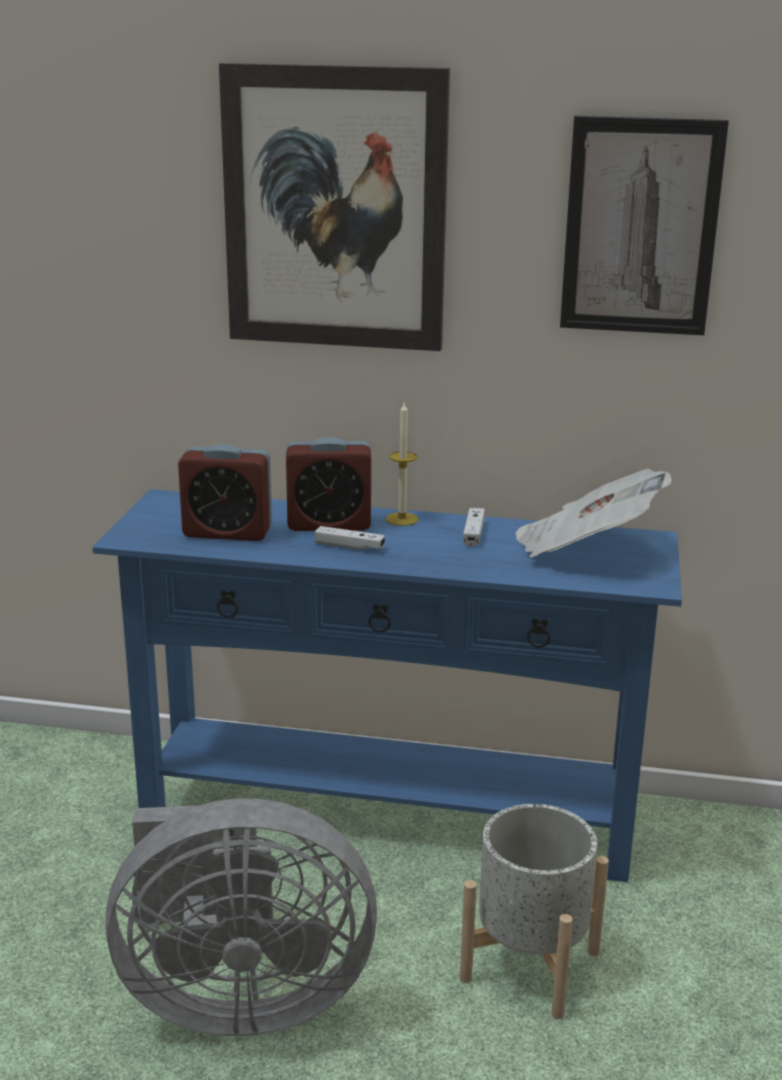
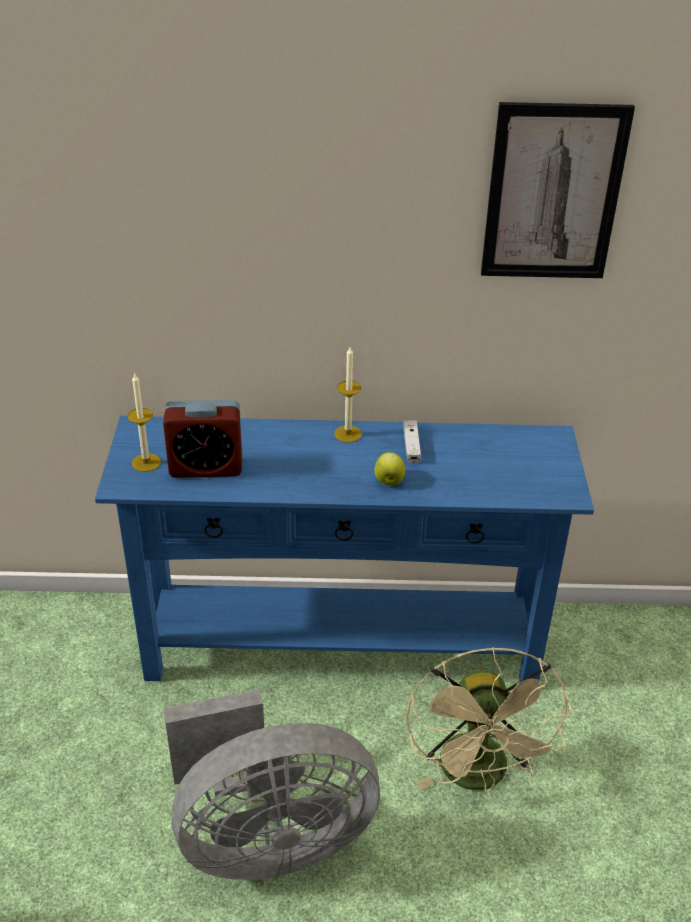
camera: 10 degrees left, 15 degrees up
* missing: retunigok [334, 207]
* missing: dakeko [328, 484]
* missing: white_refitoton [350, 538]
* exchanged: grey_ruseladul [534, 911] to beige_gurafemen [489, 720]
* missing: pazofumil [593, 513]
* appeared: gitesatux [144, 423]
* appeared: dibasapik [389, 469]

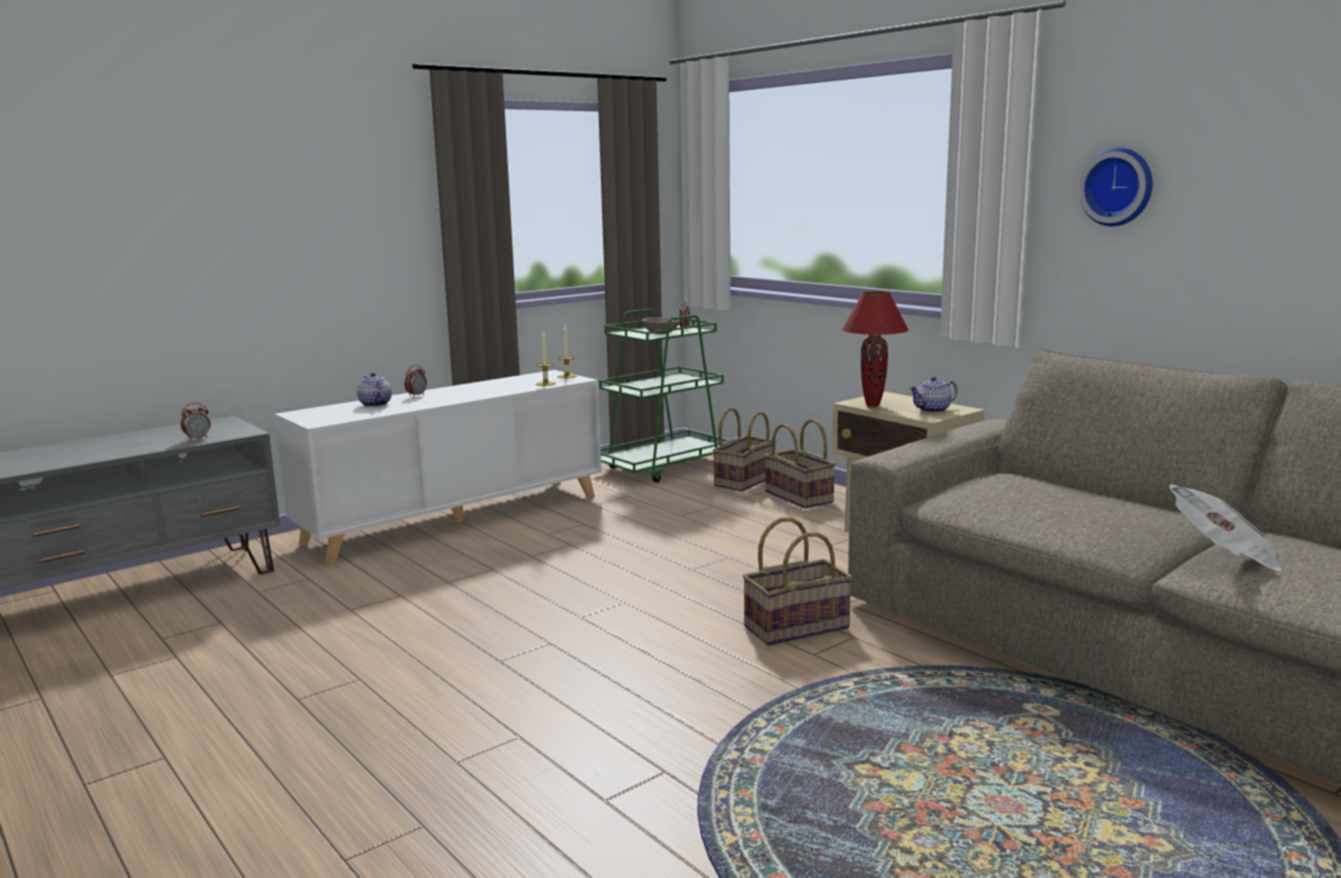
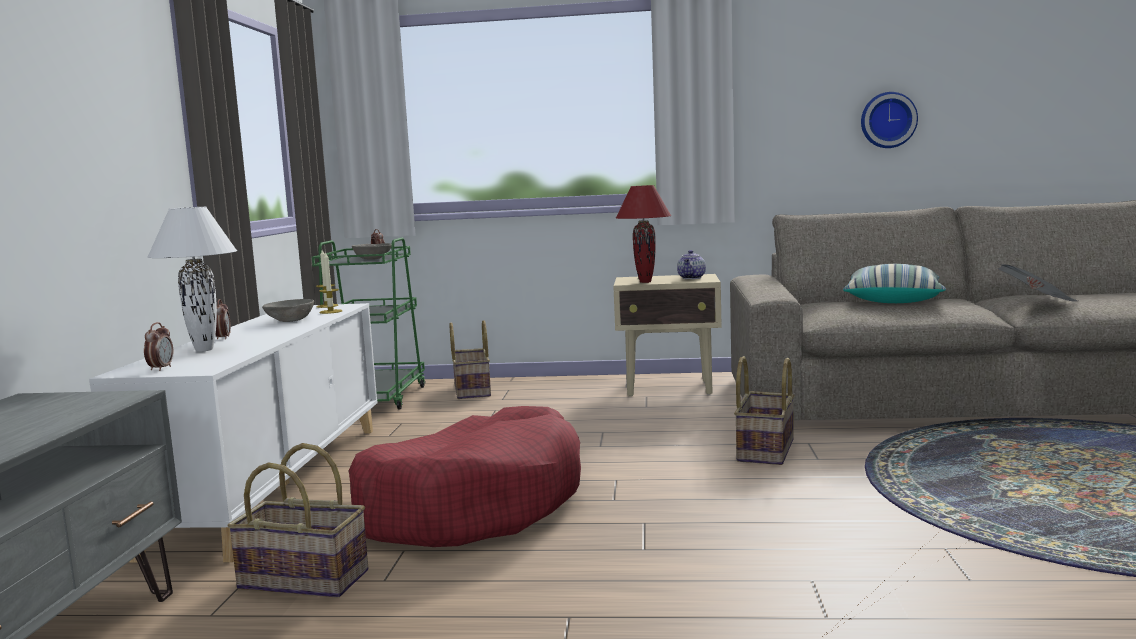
camera: 45 degrees left, 5 degrees down
* relocated: dakeko [196, 422] to [158, 346]
* exchanged: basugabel [374, 390] to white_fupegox [192, 279]
* relocated: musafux [800, 464] to [297, 520]
* relocated: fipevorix [1116, 187] to [889, 120]
* appeared: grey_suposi [288, 310]
* appeared: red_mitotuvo [465, 476]
* appeared: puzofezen [894, 283]

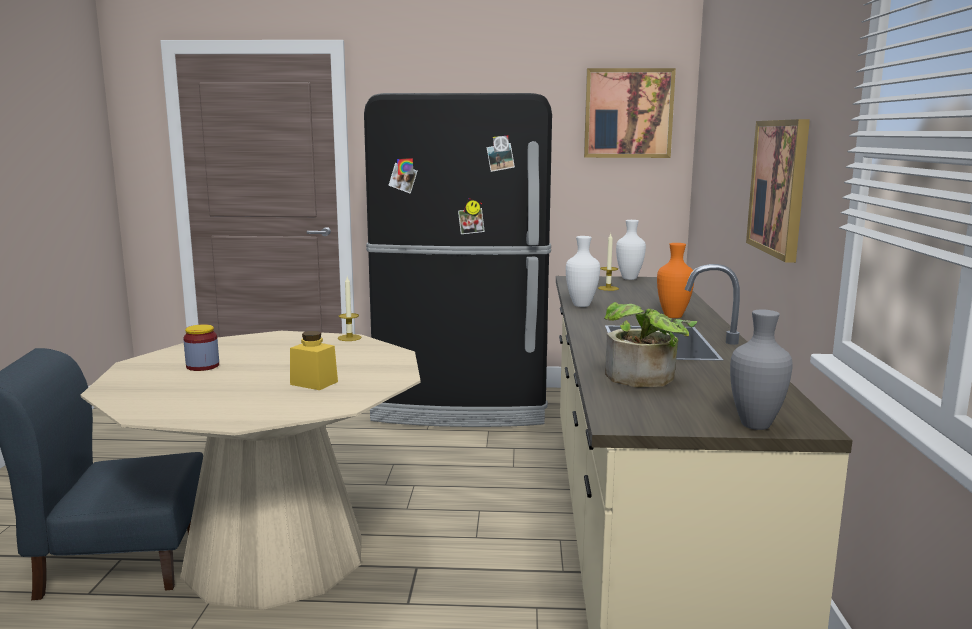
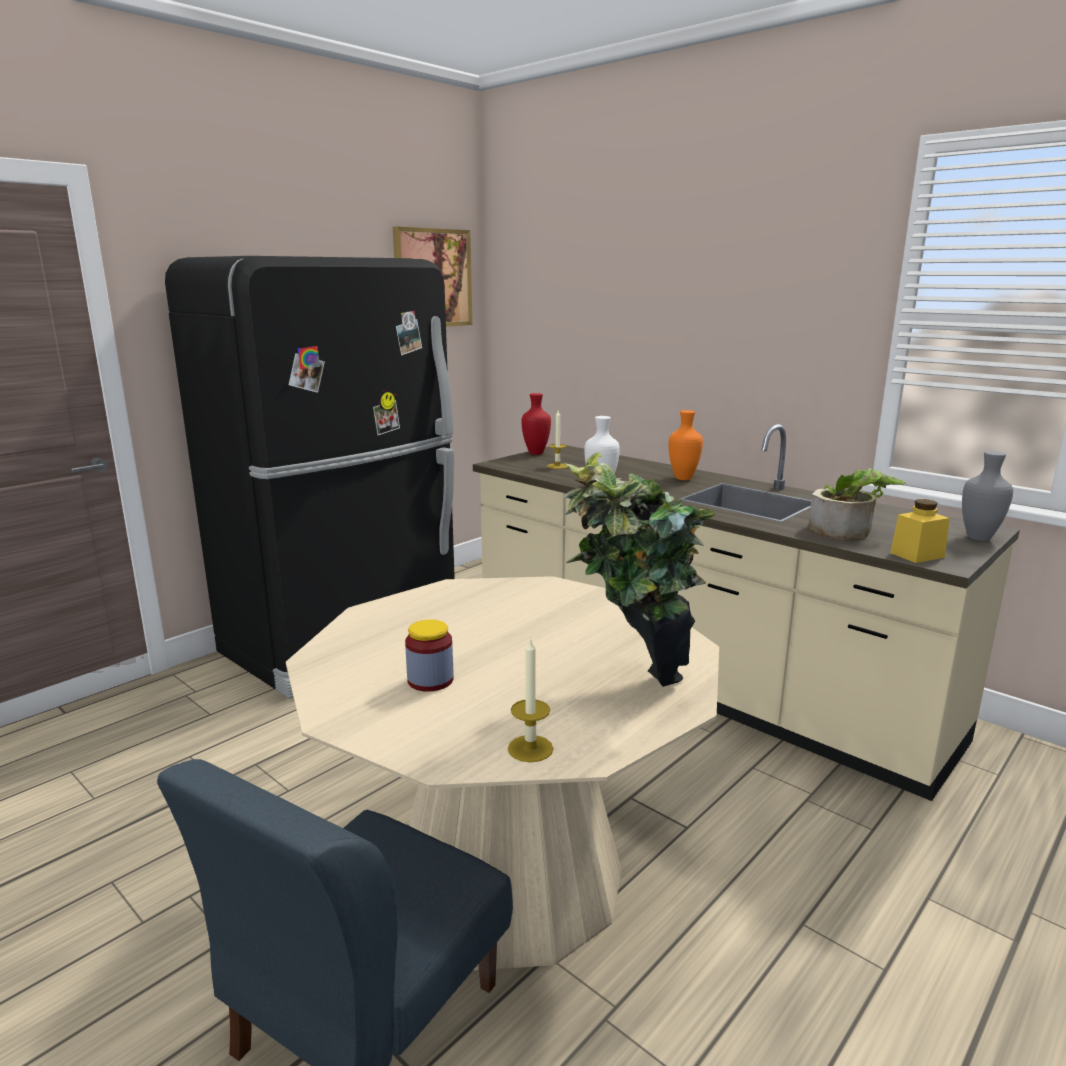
camera: 50 degrees left, 5 degrees up
* relocated: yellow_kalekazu [314, 360] to [920, 531]
* relocated: gitesatux [349, 309] to [530, 699]
* colour: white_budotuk [631, 250] to red_budotuk [536, 424]
* missing: retunigok [778, 191]
* appeared: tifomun [639, 569]

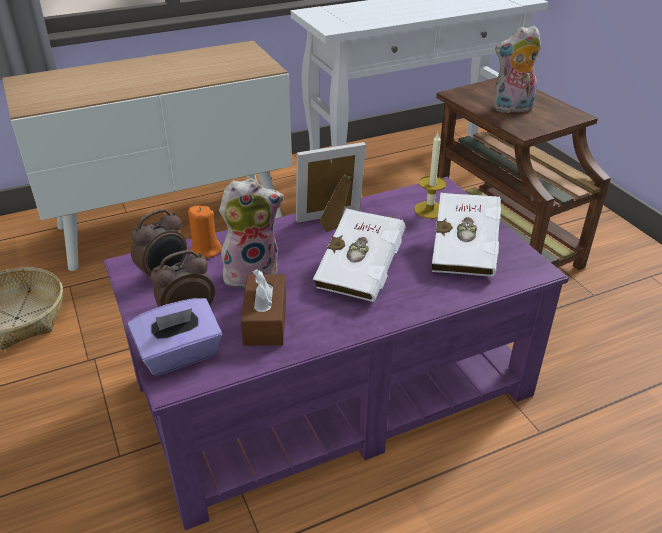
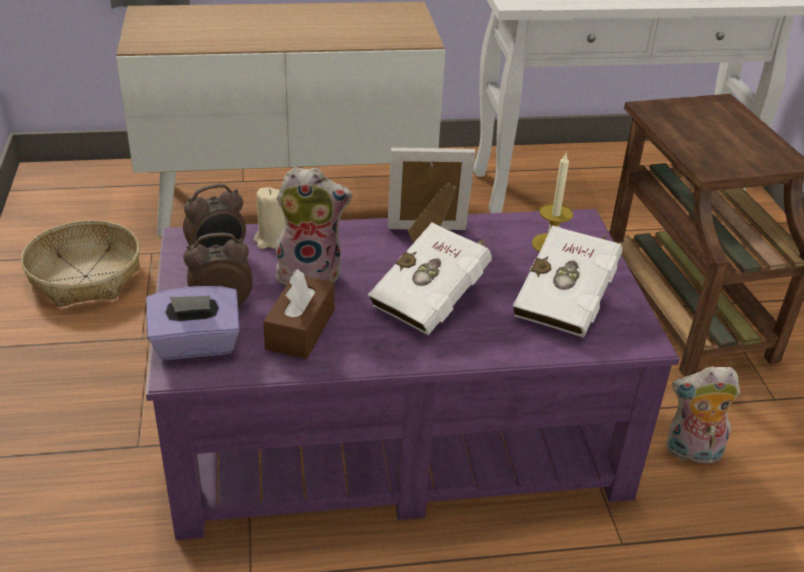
camera: 15 degrees right, 0 degrees up
* colour: orange_gitesatux [205, 232] to beige_gitesatux [269, 218]
* relocated: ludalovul [517, 69] to [703, 417]

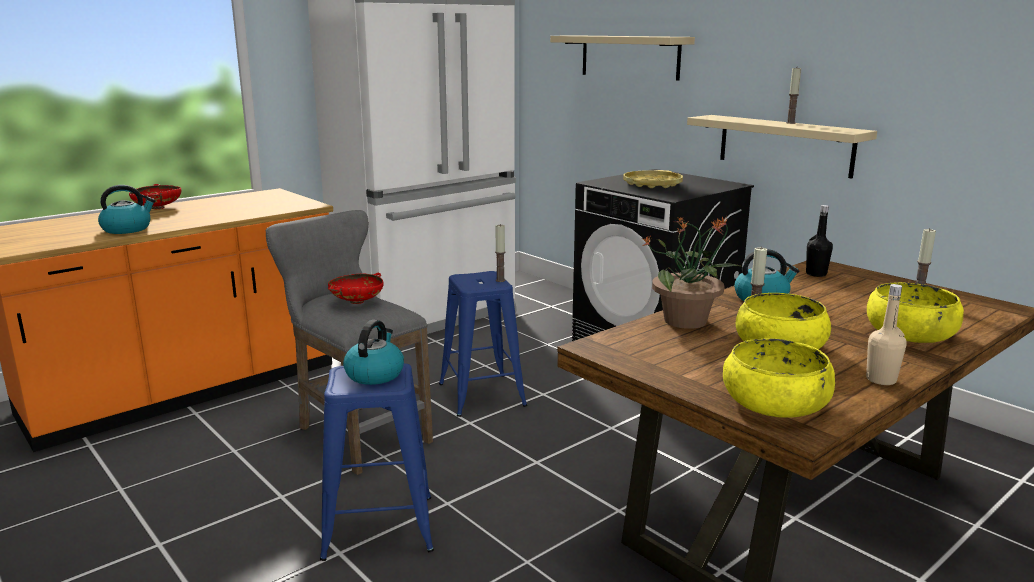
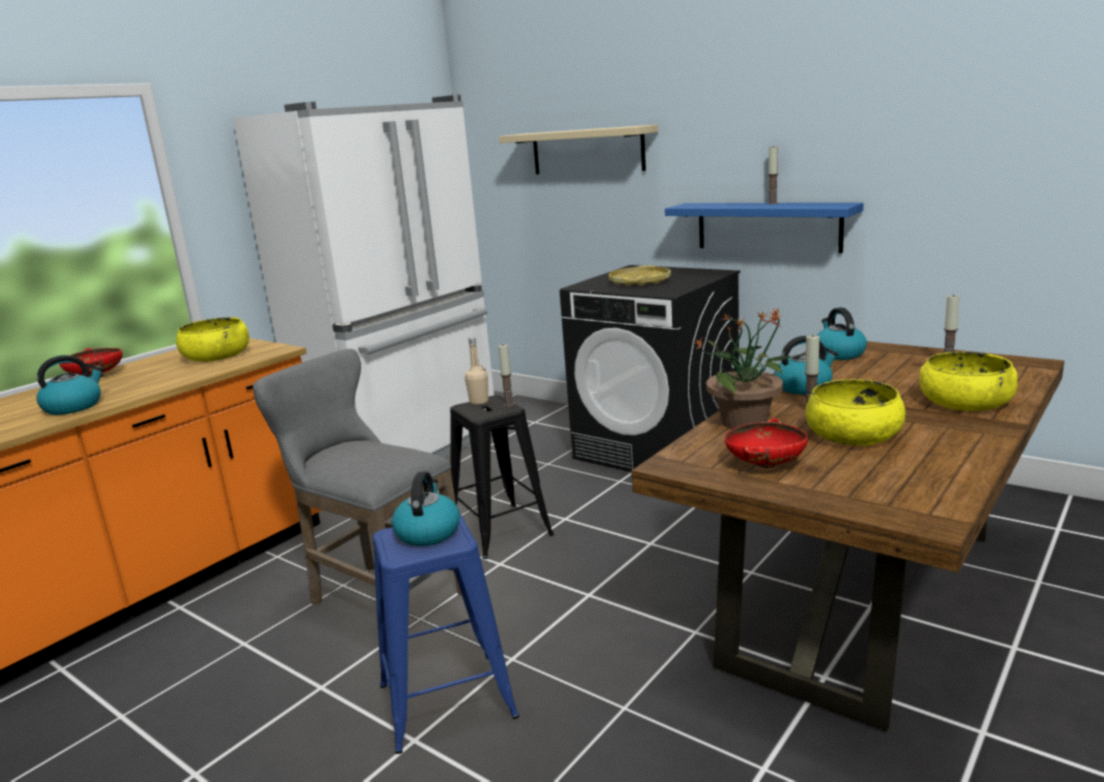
camera: 10 degrees left, 0 degrees up
* relocated: red_suposi [356, 288] to [766, 443]
* colour: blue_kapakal [483, 344] to black_kapakal [502, 477]
* colour: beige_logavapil [782, 146] to blue_logavapil [764, 228]
* relocated: yellow_suposi [779, 378] to [212, 339]
* exchanged: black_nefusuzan [819, 241] to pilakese [842, 333]
* relocated: beige_nefusuzan [886, 334] to [476, 371]

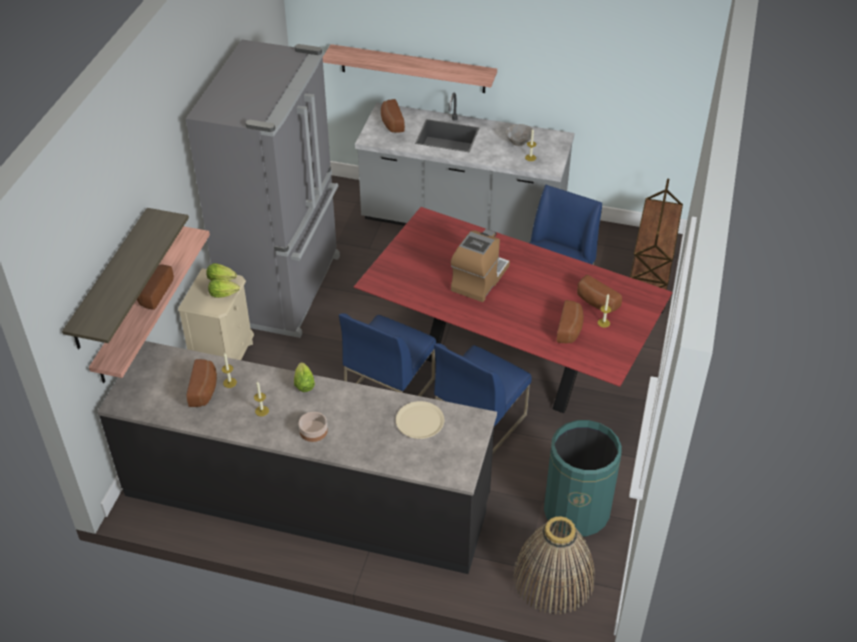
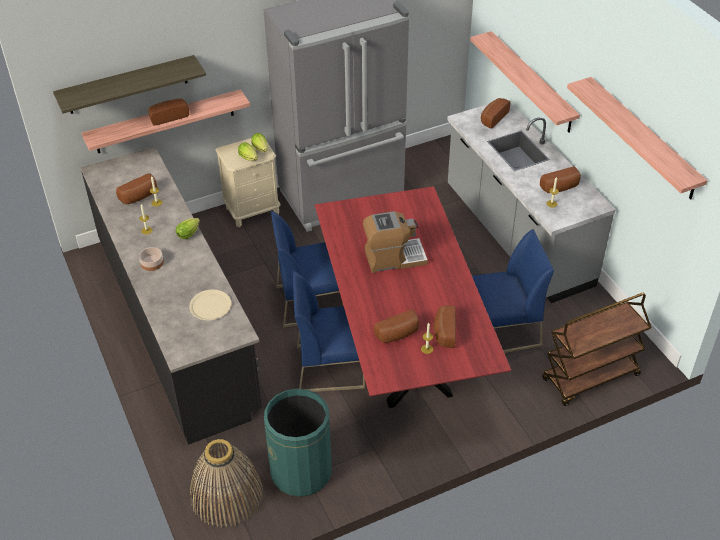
camera: 50 degrees right, 0 degrees up
* exchanged: grey_suposi [518, 135] to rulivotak [560, 180]
* appeared: logavapil [637, 138]

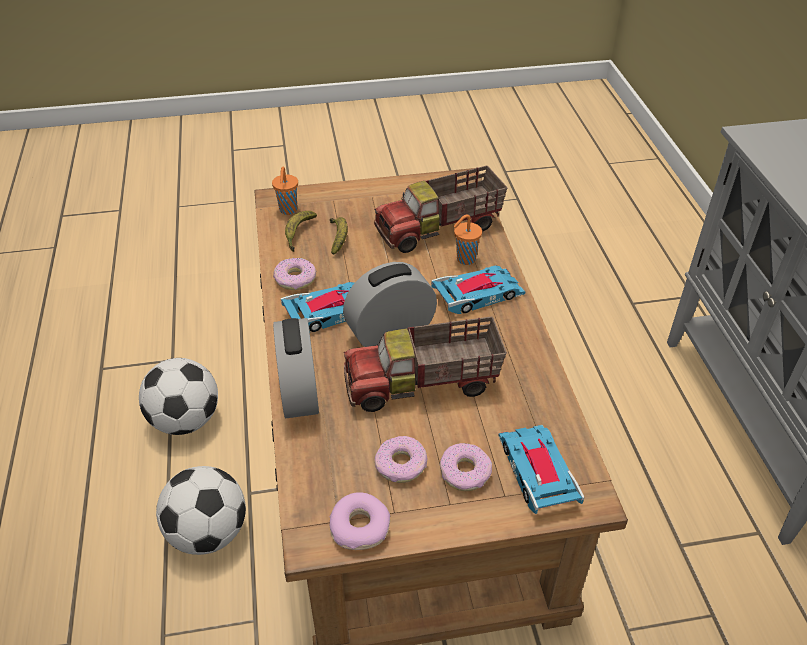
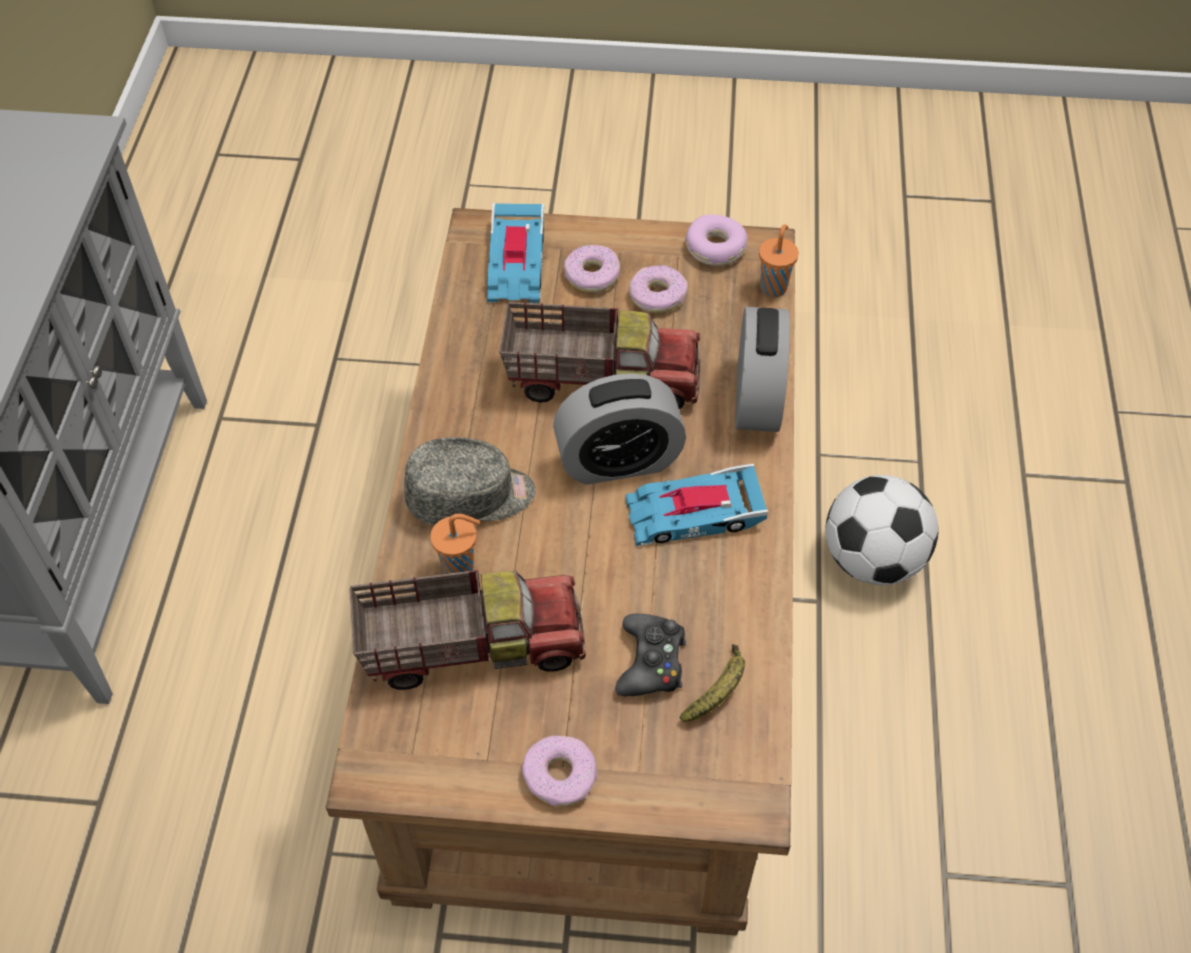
camera: 165 degrees left, 10 degrees up
* missing: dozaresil [178, 396]
* relocated: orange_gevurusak [285, 191] to [779, 260]
* relocated: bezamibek [294, 274] to [559, 771]
* exchanged: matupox [339, 236] to black_refitoton [650, 655]
* exchanged: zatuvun [478, 290] to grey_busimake [470, 481]

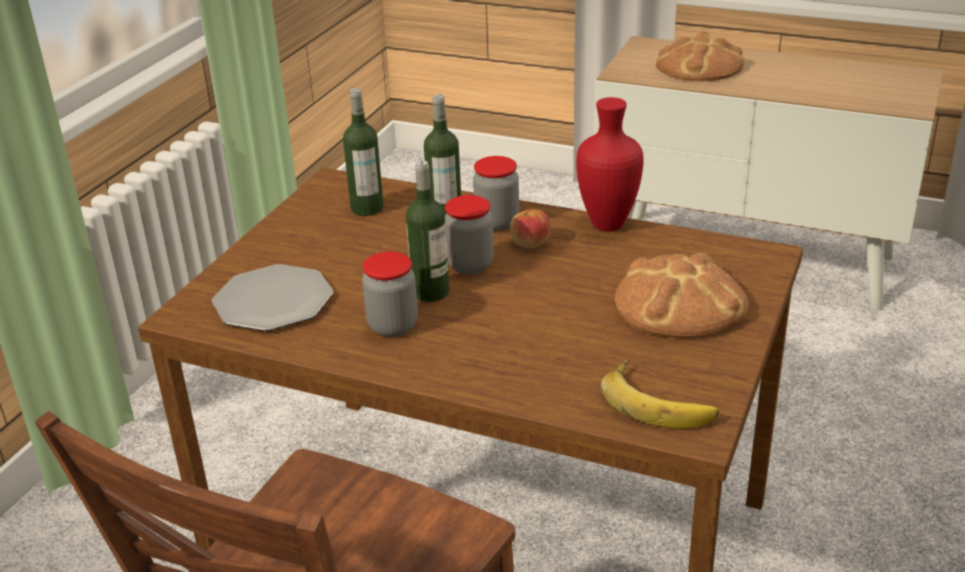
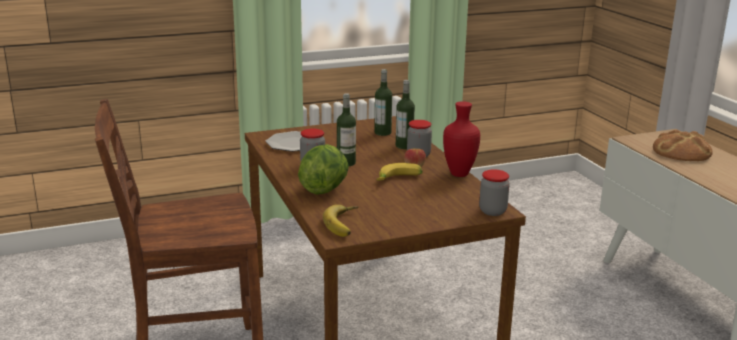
camera: 45 degrees right, 10 degrees down
* relocated: kalekazu [469, 234] to [494, 192]
* missing: rulivotak [682, 295]
* appeared: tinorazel [323, 169]
* appeared: matupox [399, 172]

